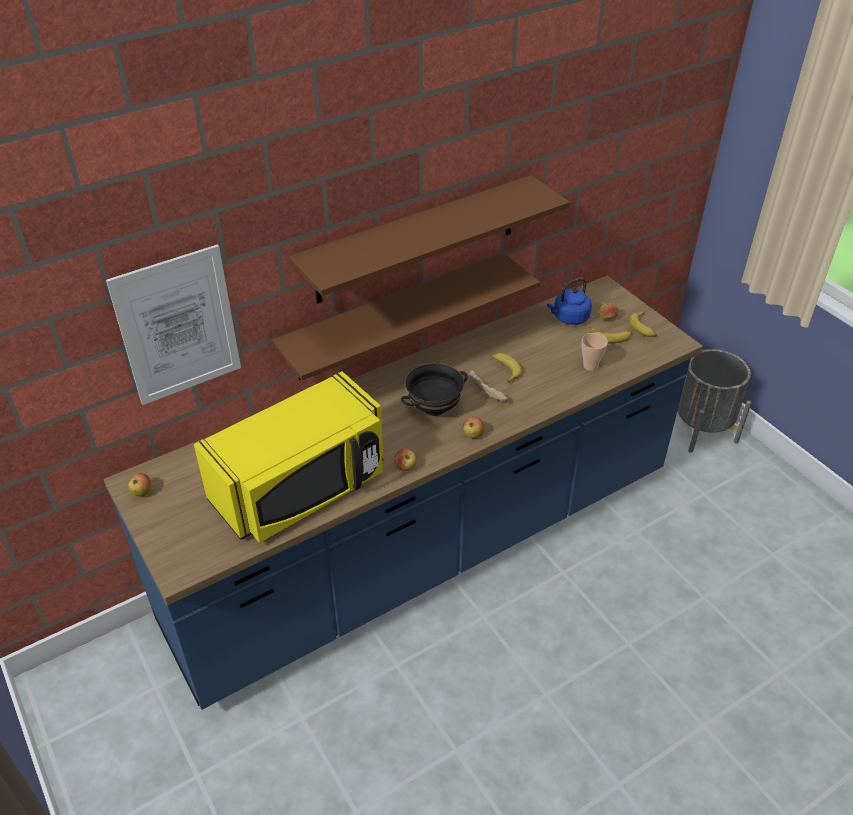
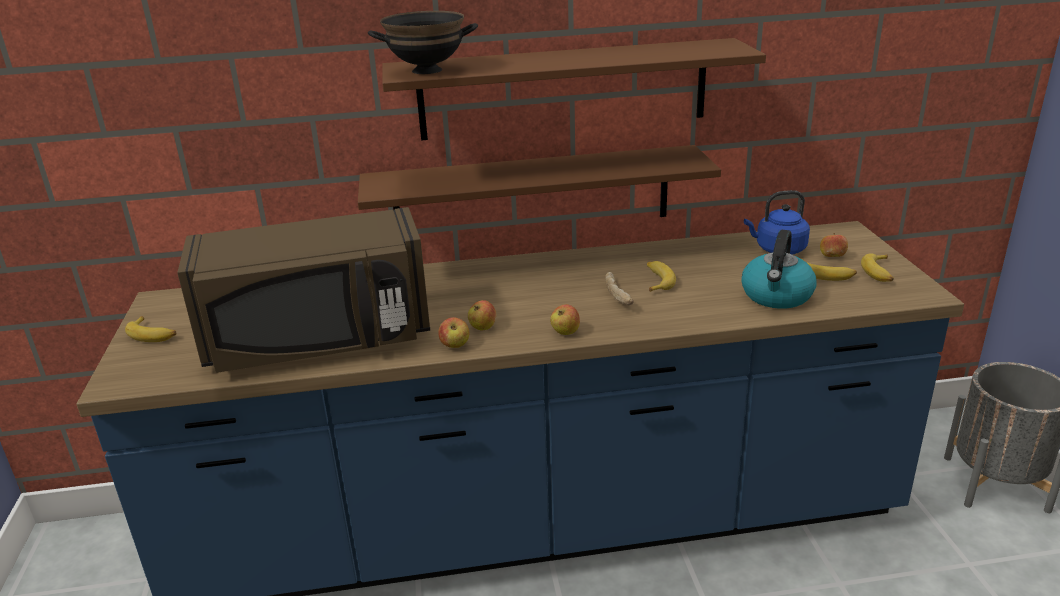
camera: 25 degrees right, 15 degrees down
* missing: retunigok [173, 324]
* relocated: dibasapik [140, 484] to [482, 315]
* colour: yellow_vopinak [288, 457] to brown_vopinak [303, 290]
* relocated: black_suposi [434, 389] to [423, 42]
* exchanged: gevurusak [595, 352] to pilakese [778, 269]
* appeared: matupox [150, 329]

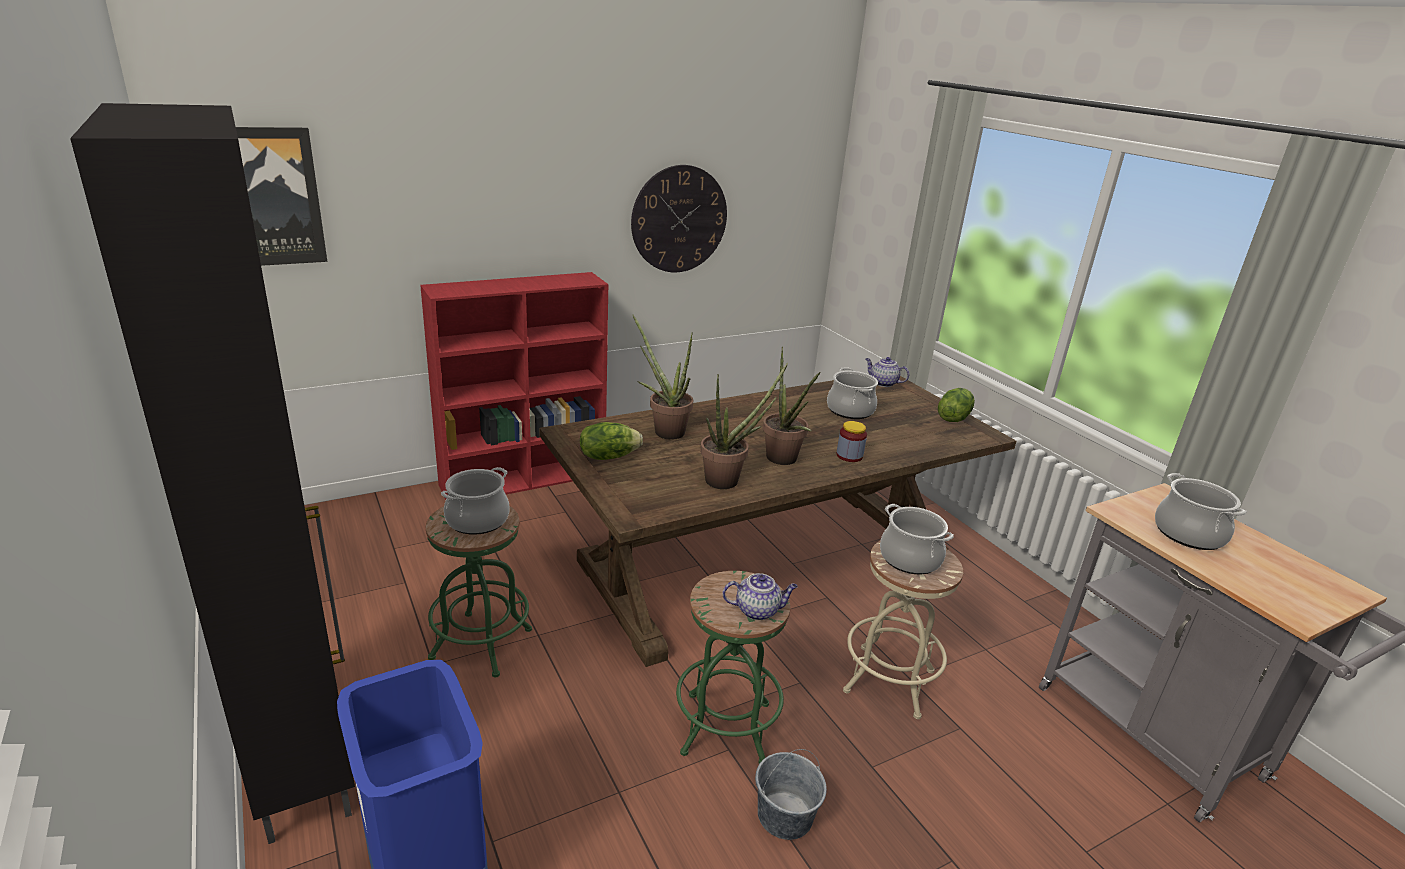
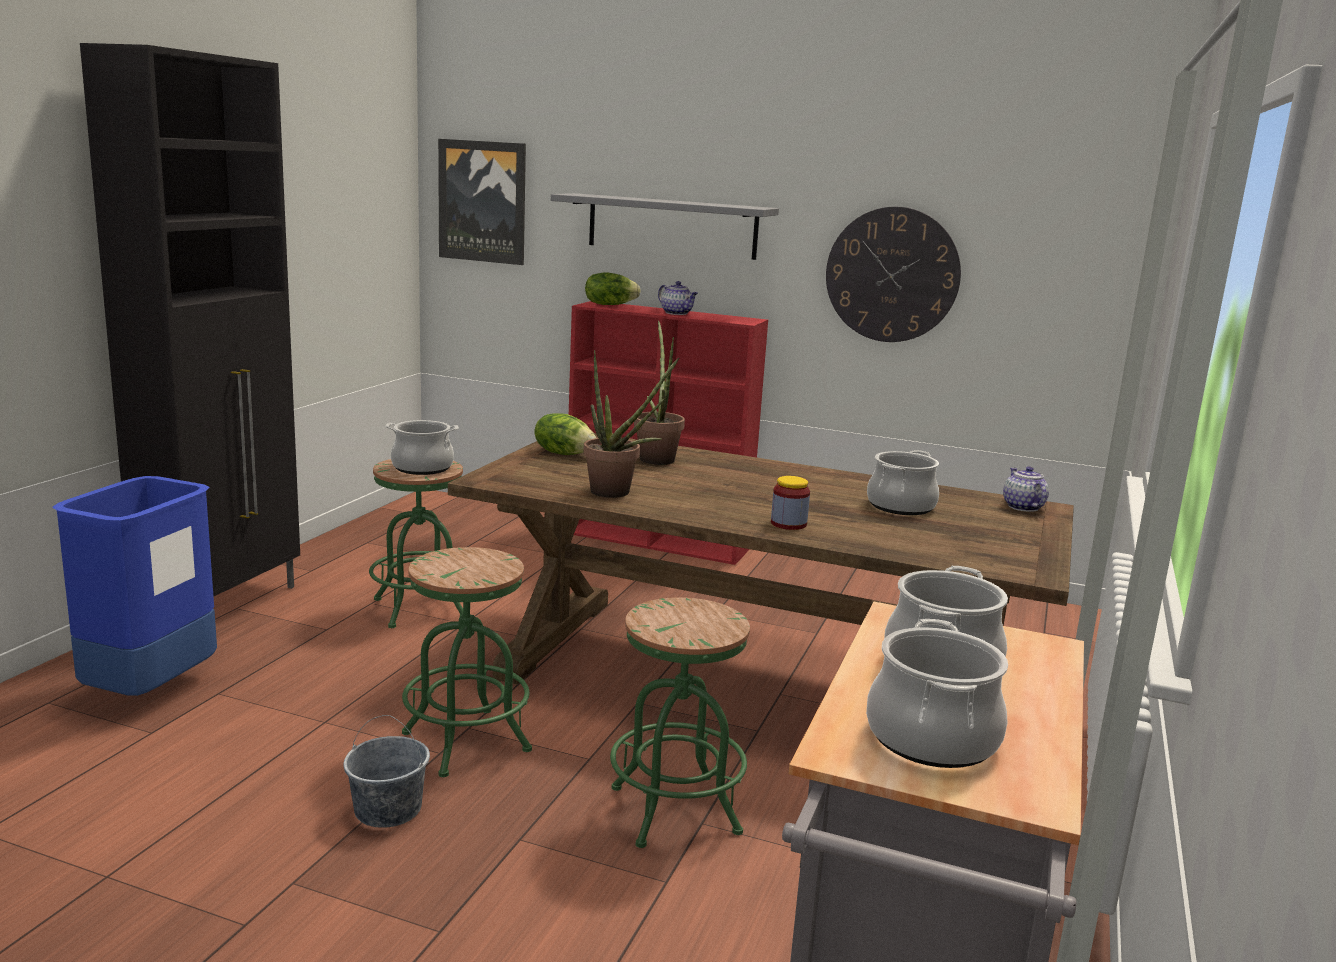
camera: 50 degrees right, 10 degrees down
* relocated: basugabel [760, 596] to [678, 298]
* missing: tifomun [792, 406]
* colour: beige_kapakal [903, 629] to green_kapakal [680, 722]
* relocated: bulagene [917, 539] to [937, 693]
* relocated: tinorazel [956, 405] to [613, 289]
* appeared: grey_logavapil [665, 226]

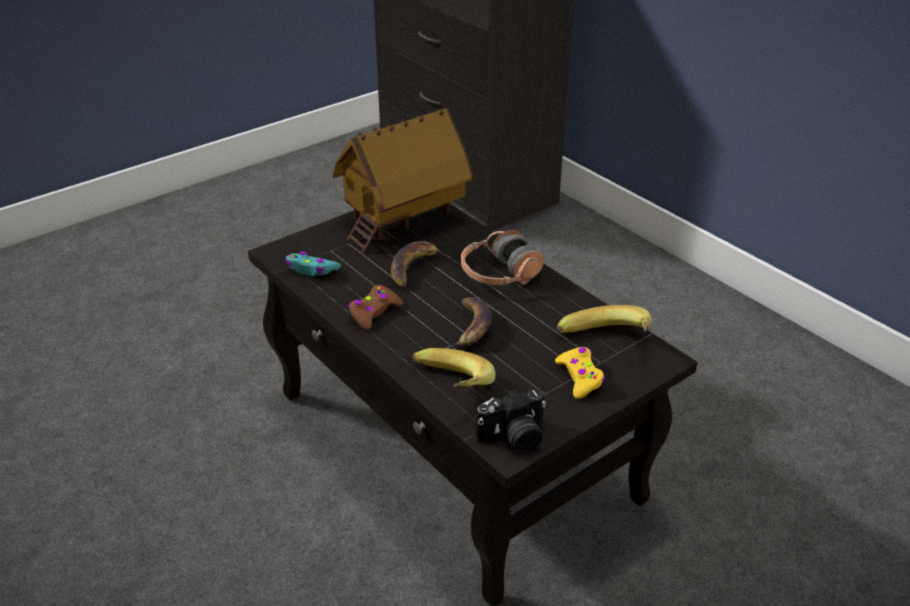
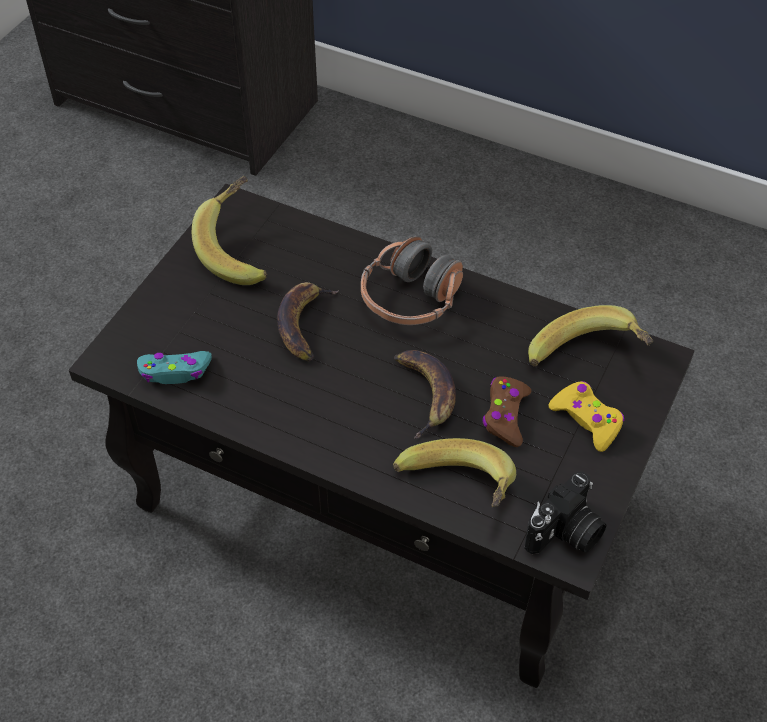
camera: 25 degrees left, 15 degrees up
* exchanged: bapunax [403, 180] to matupox [229, 230]
* relocated: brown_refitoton [375, 307] to [507, 411]

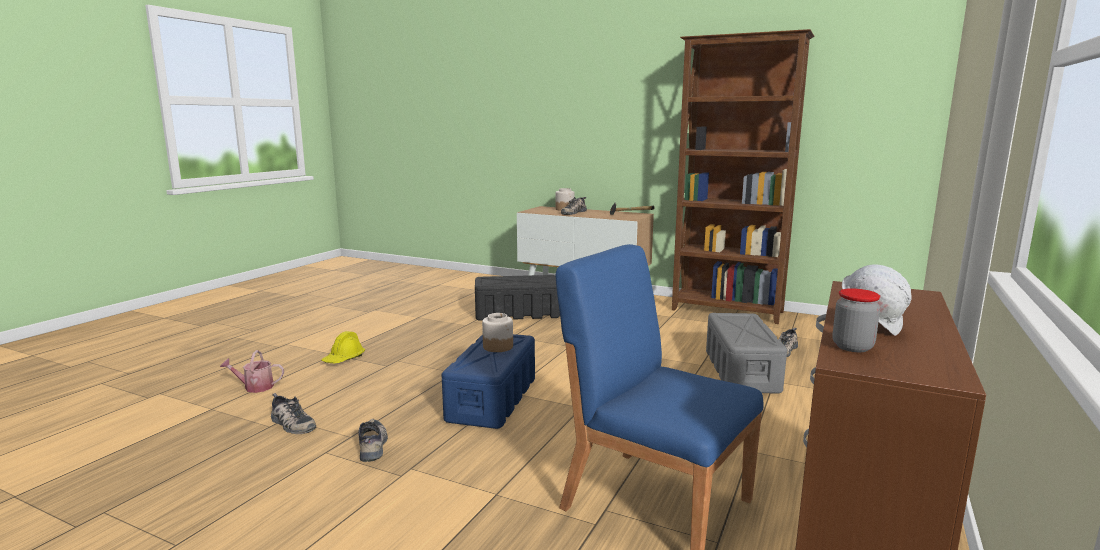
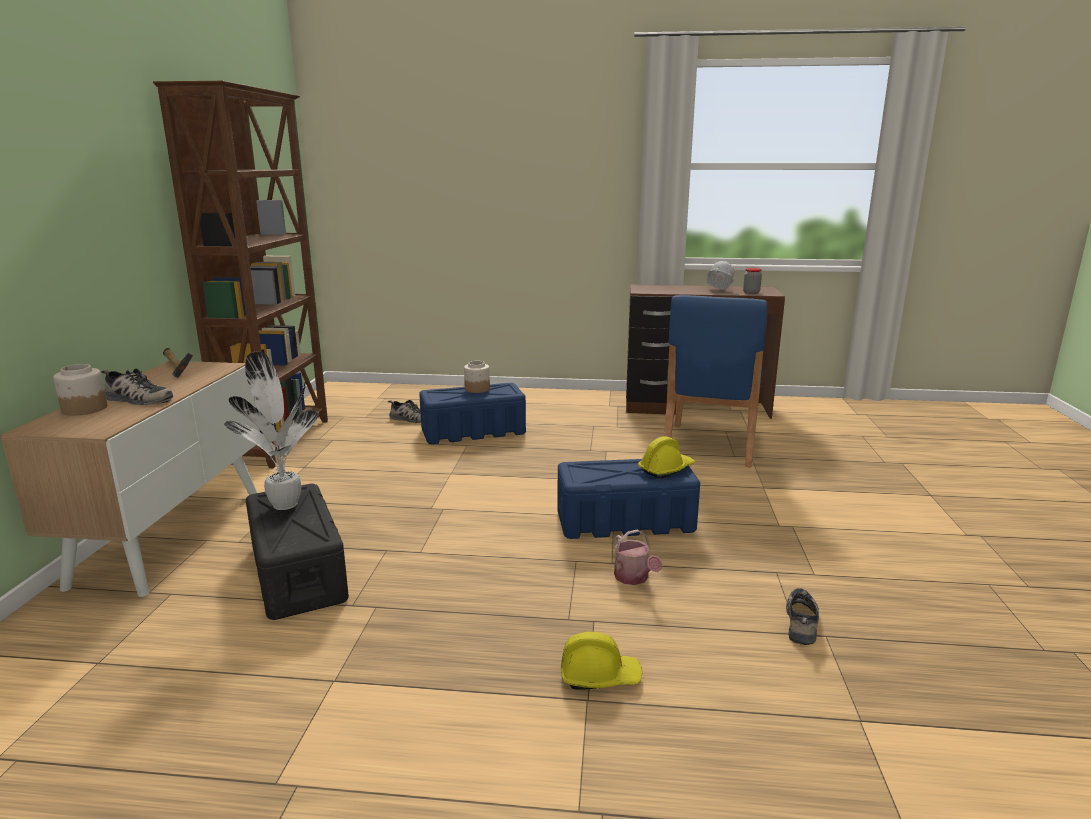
camera: 110 degrees left, 5 degrees up
* relocated: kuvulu [252, 371] to [638, 557]
* missing: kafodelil [373, 440]
* relocated: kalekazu [497, 332] to [477, 377]
* colour: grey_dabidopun [746, 353] to blue_dabidopun [472, 413]
* appeared: tifomun [271, 431]
* appeared: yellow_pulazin [666, 457]

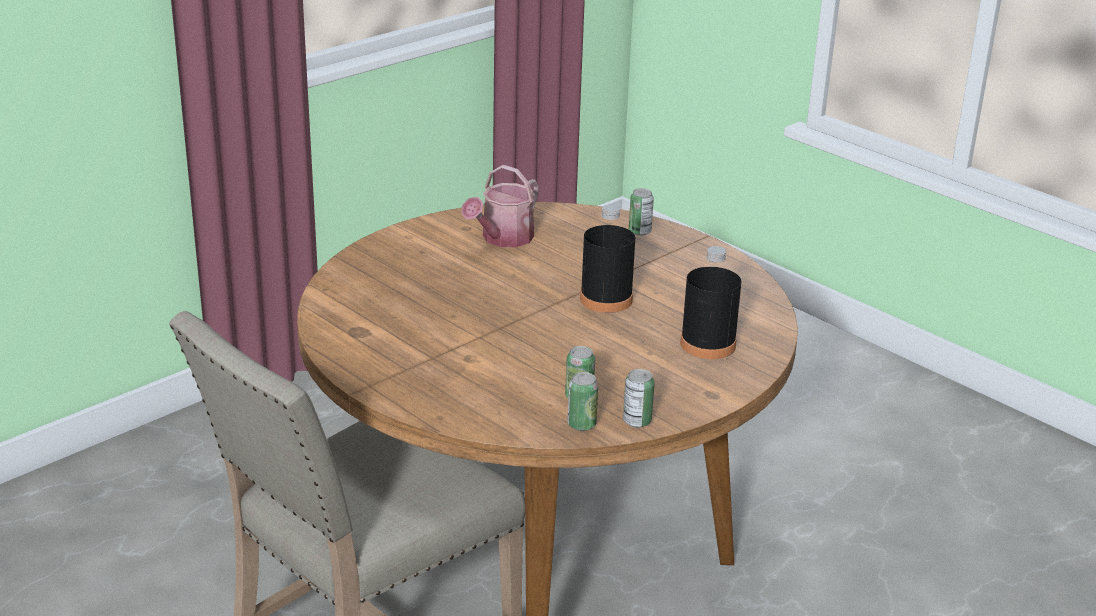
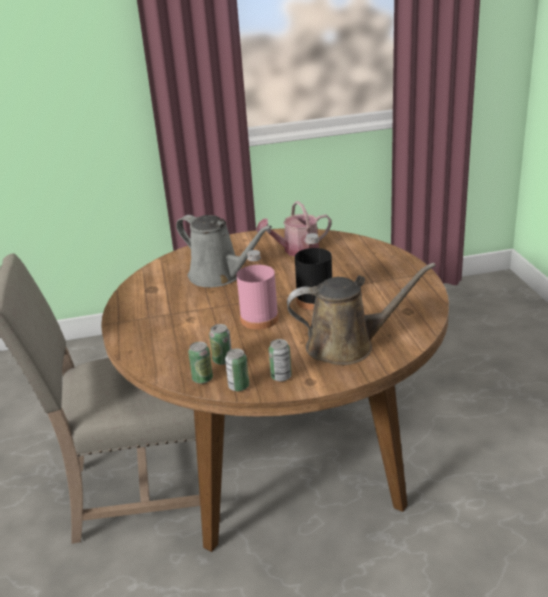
camera: 35 degrees right, 0 degrees up
* relocated: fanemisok [641, 212] to [280, 360]
* exchanged: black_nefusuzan [710, 302] to brown_kuvulu [361, 314]
* appeared: grey_kuvulu [224, 251]
* appeared: pink_nefusuzan [257, 289]

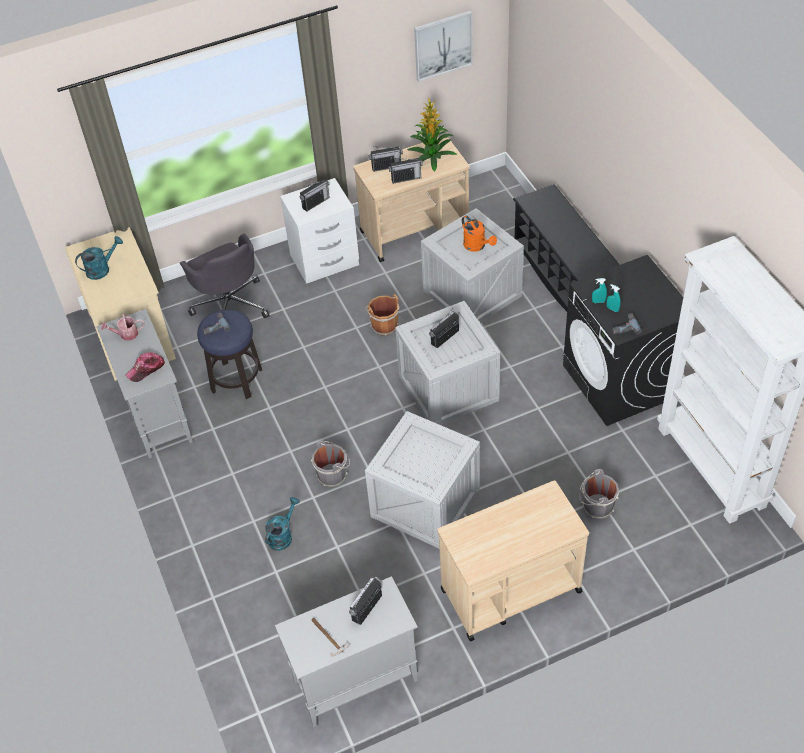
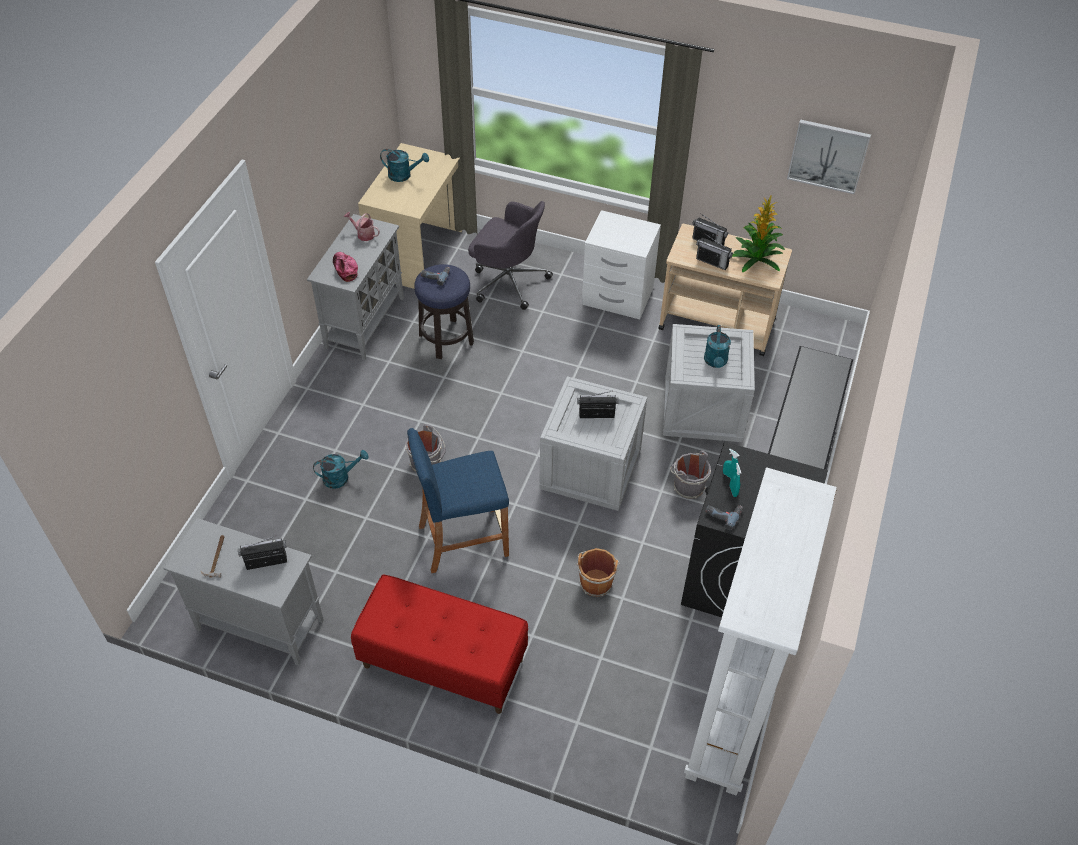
camera: 40 degrees right, 0 degrees up
* spun: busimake [145, 367] = [345, 267] 60 degrees clockwise
* spun: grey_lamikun [225, 276] = [510, 255] 75 degrees counterclockwise
* missing: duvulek [315, 195]
* relocated: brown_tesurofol [382, 315] to [598, 572]
* exchanged: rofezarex [422, 479] to blue_kapakal [458, 500]
* exchanged: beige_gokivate [513, 560] to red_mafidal [439, 644]
* colour: orange_kuvulu [479, 234] to turquoise_kuvulu [717, 346]
* relocated: grey_tesurofol [598, 494] to [690, 474]

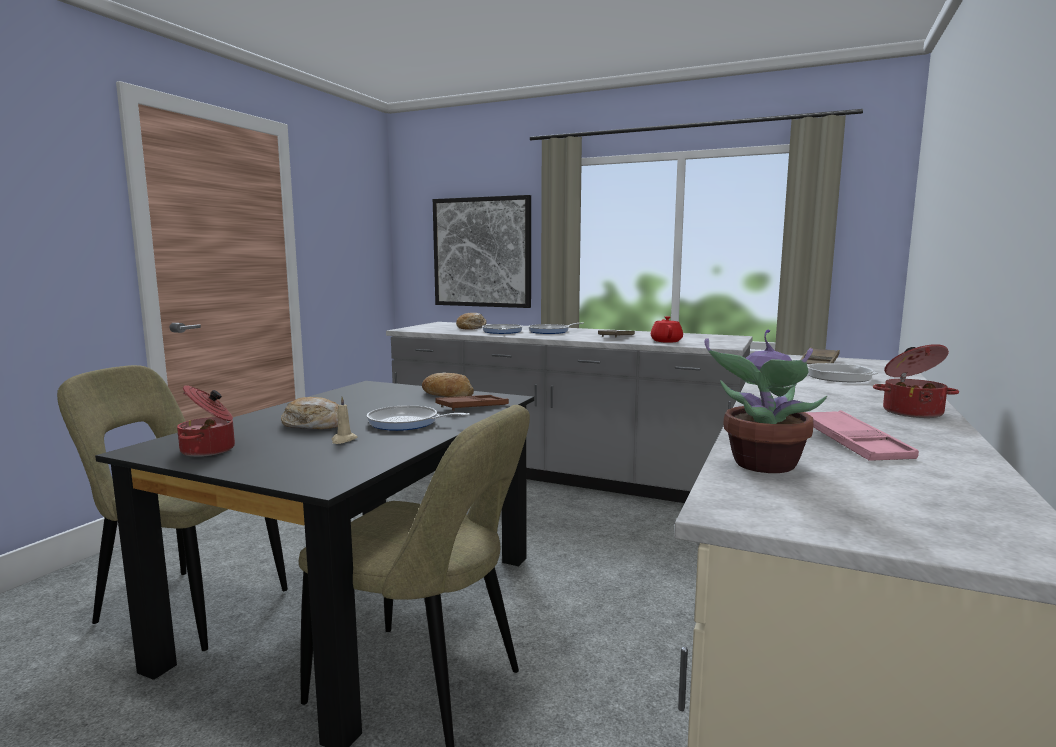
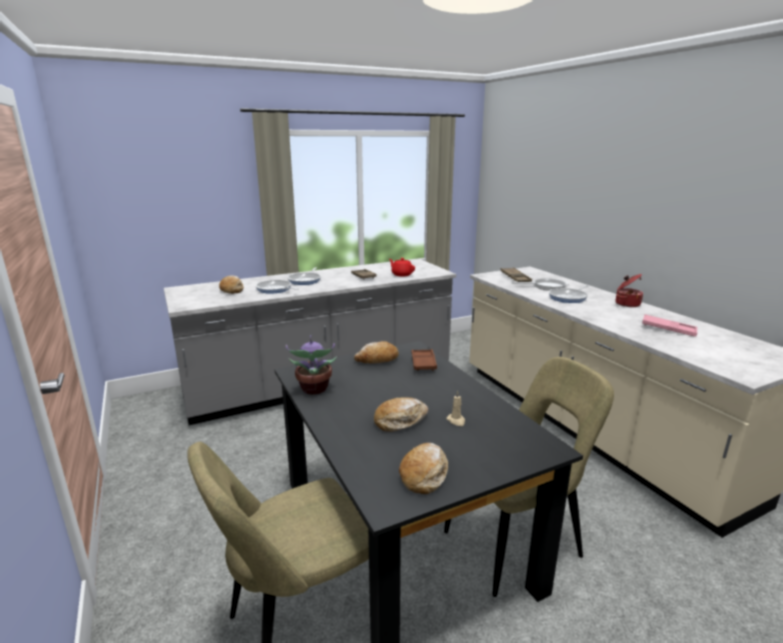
camera: 50 degrees left, 10 degrees up
* exchanged: bulagene [206, 421] to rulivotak [423, 468]
* relocated: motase [418, 418] to [569, 294]
* missing: retunigok [482, 251]
* relocated: tifomun [765, 401] to [311, 365]

